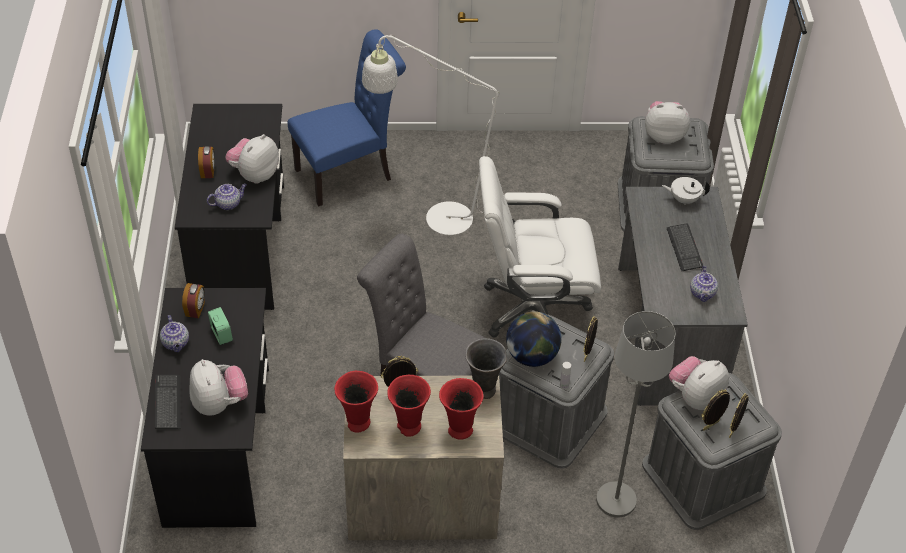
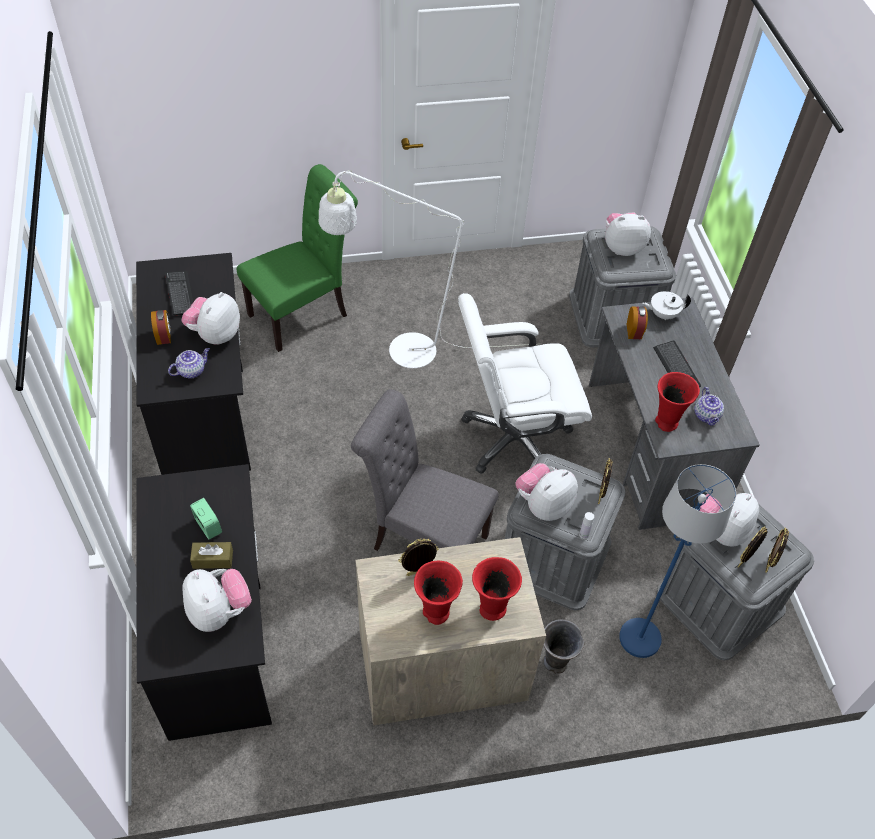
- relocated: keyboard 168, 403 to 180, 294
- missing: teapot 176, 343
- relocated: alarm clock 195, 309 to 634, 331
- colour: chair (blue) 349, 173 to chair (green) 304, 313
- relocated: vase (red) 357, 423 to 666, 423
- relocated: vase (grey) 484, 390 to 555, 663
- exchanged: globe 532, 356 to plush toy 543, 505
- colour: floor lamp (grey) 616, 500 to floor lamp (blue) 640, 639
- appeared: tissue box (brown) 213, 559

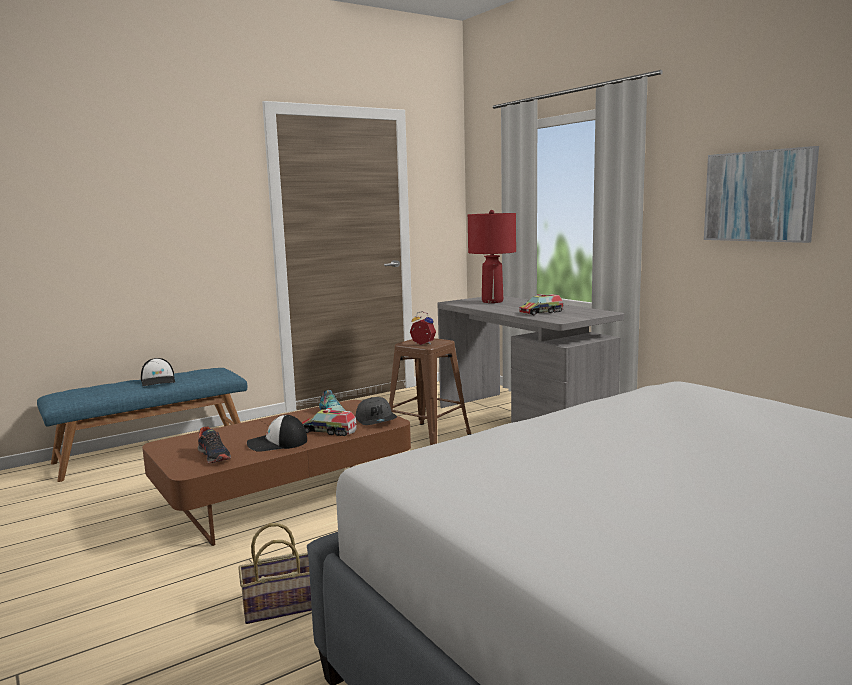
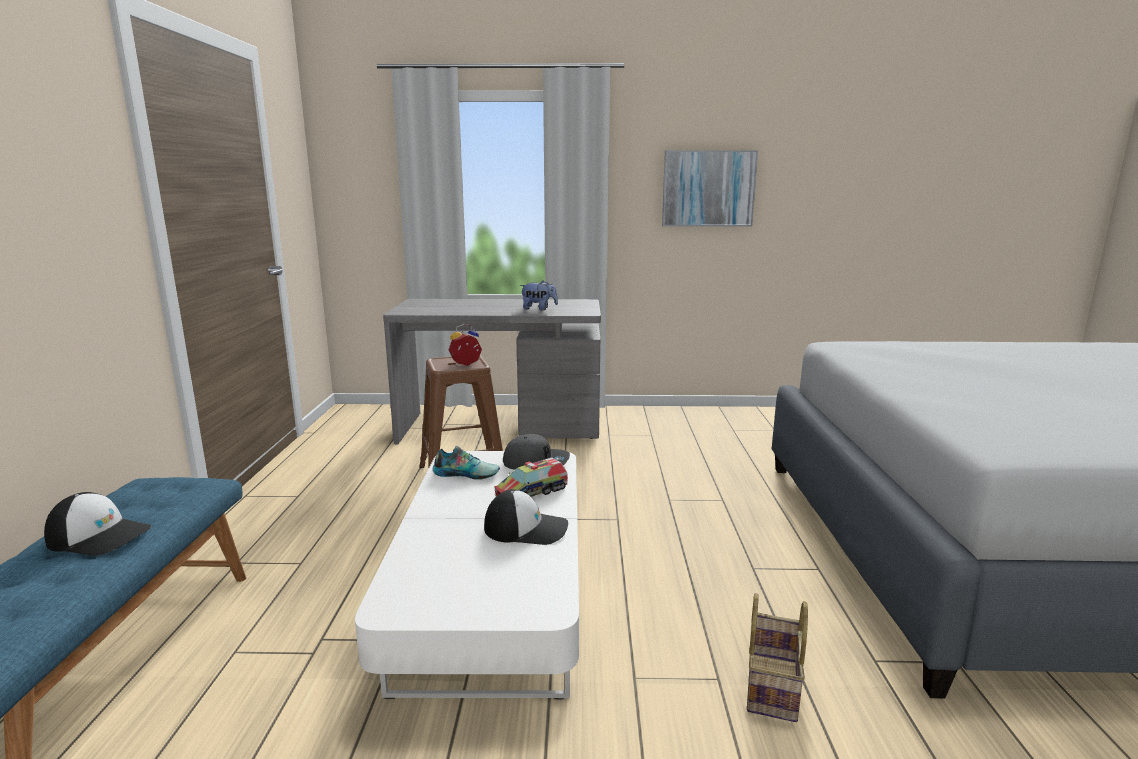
- colour: coffee table (brown) 285, 497 to coffee table (white) 493, 603
- missing: shoe 214, 456
- spun: cap 277, 443 = 526, 528 105 degrees counterclockwise
- missing: table lamp (red) 492, 301
- exchanged: toy truck 541, 312 to plush toy 539, 309

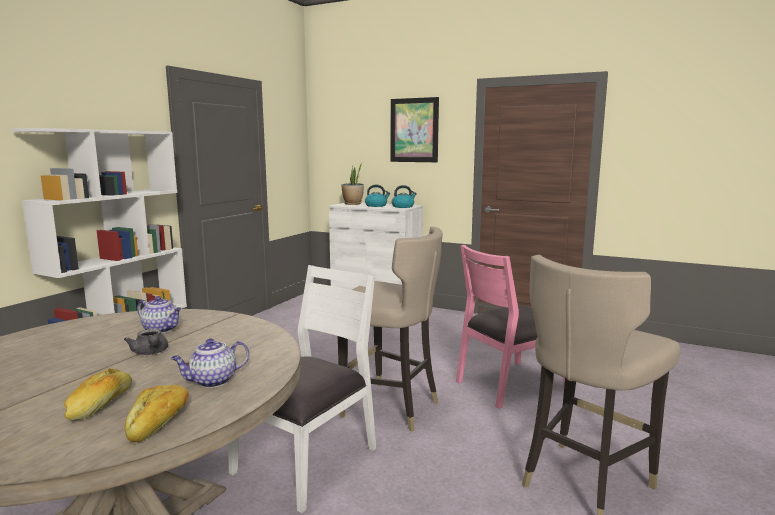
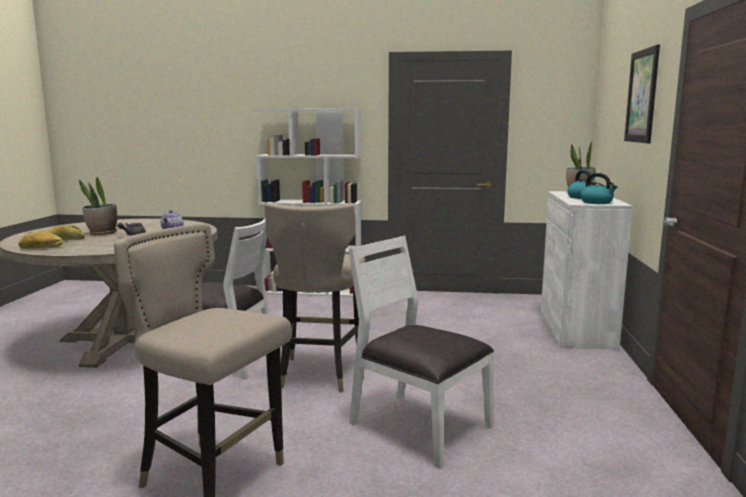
- missing: teapot 212, 381
- colour: chair (pink) 510, 384 to chair (white) 418, 426
- appeared: potted plant 102, 233

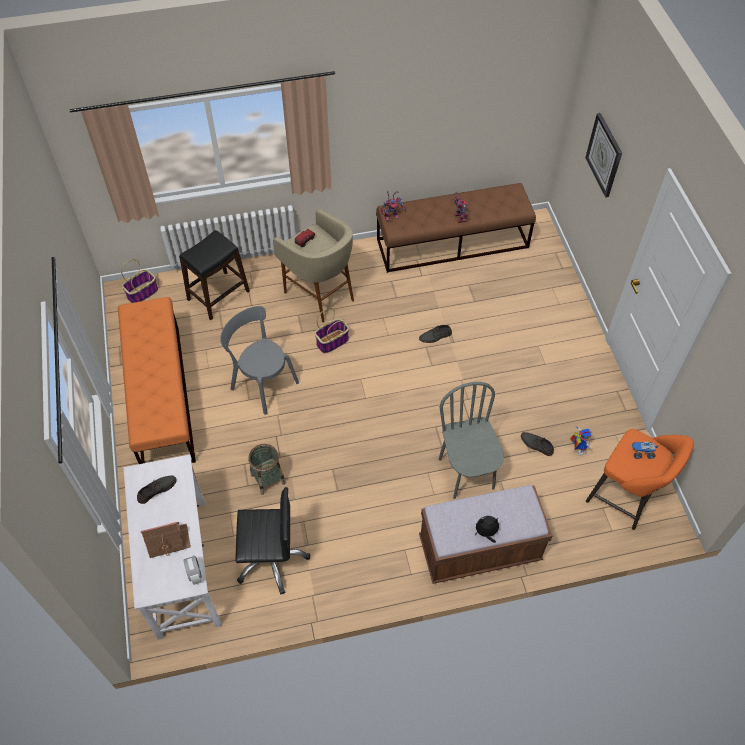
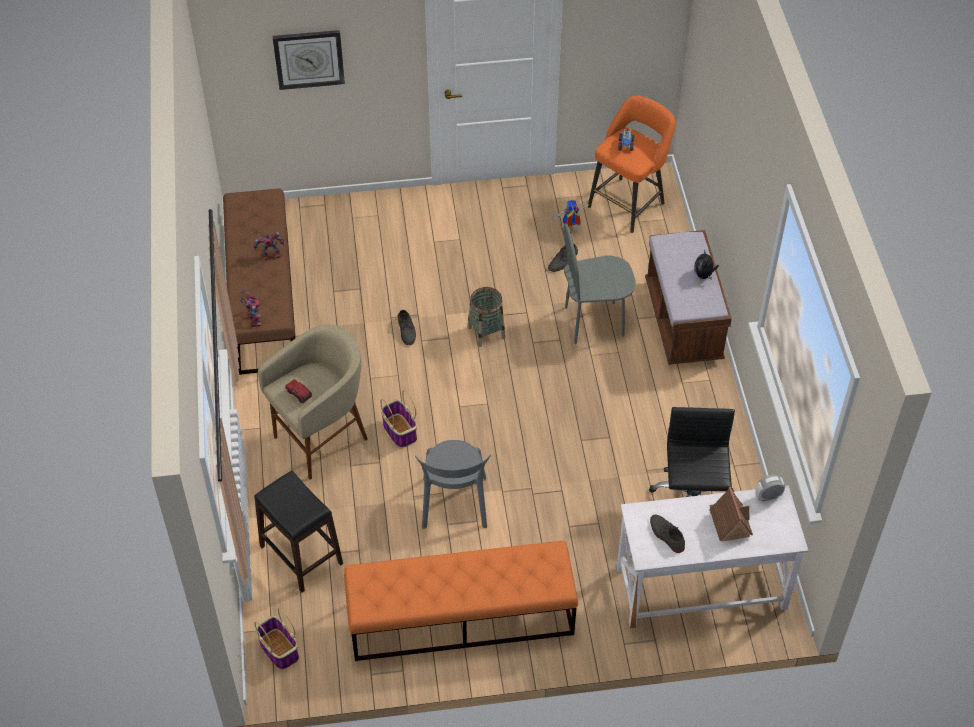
- spun: chair (grey) 262, 383 = 454, 506 45 degrees counterclockwise
- relocated: basket 268, 479 to 486, 332

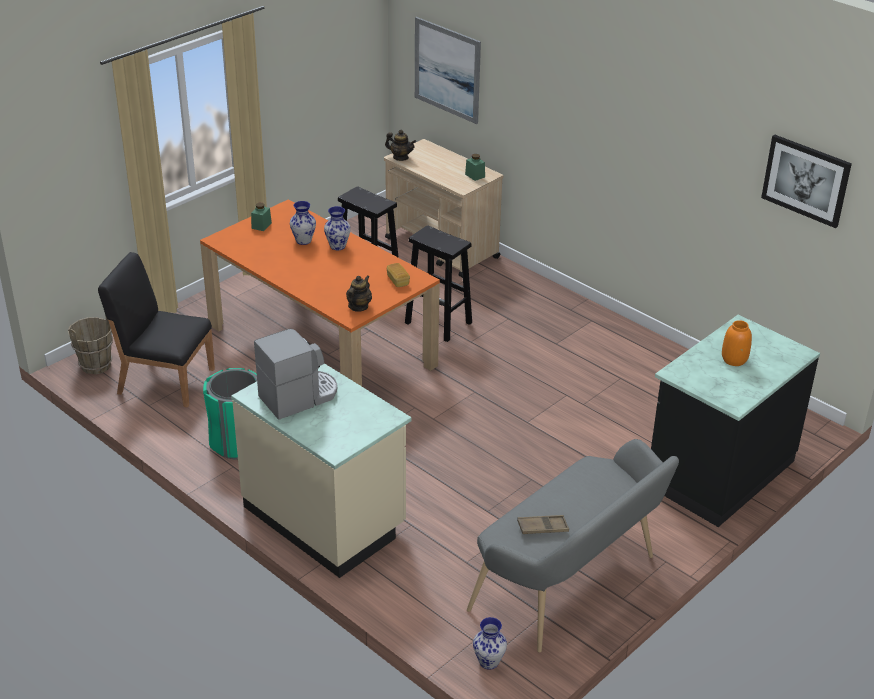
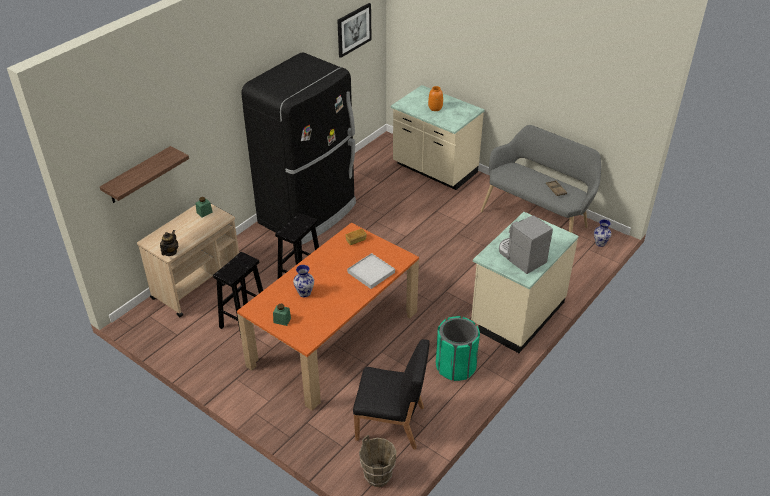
- spun: chair (black) 165, 380 = 391, 423 90 degrees counterclockwise
- missing: vase 338, 246
- missing: teapot 358, 307
- exchanged: picture 447, 70 to shelf 138, 175
- colour: counter (black) 719, 472 to counter (beige) 434, 170
- appeared: fridge (black) 309, 214
- appeared: tray (white) 371, 272

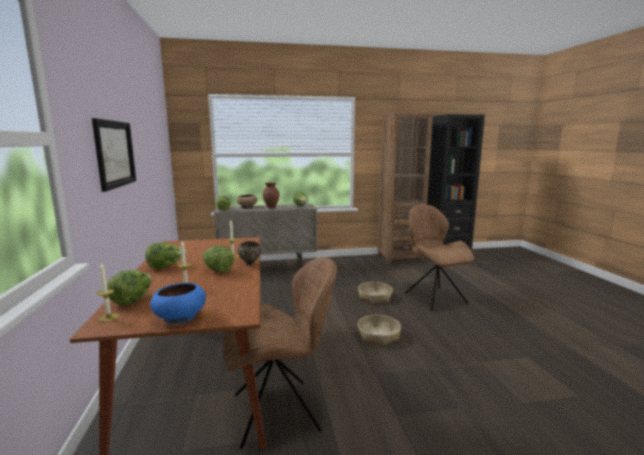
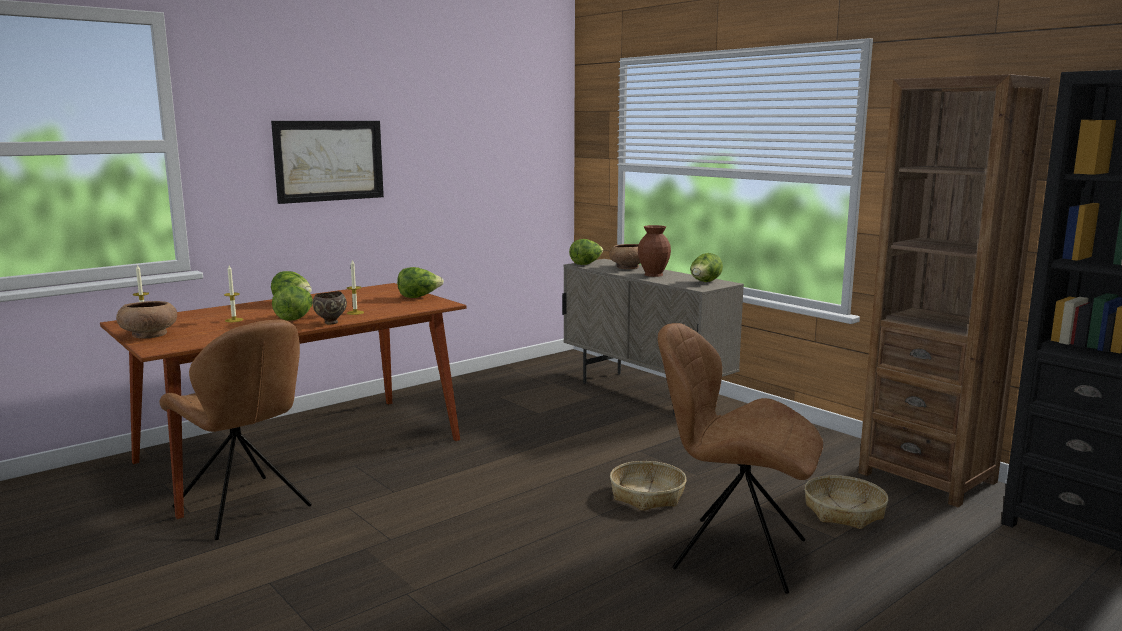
- relocated: lettuce 132, 300 to 419, 297
- colour: bowl (blue) 179, 317 to bowl (brown) 149, 335
- relocated: basket 378, 335 to 844, 512
- spun: chair (brown) 434, 297 = 734, 553 105 degrees counterclockwise

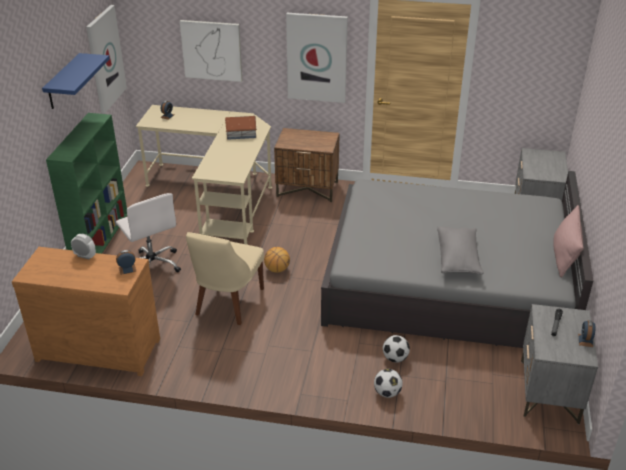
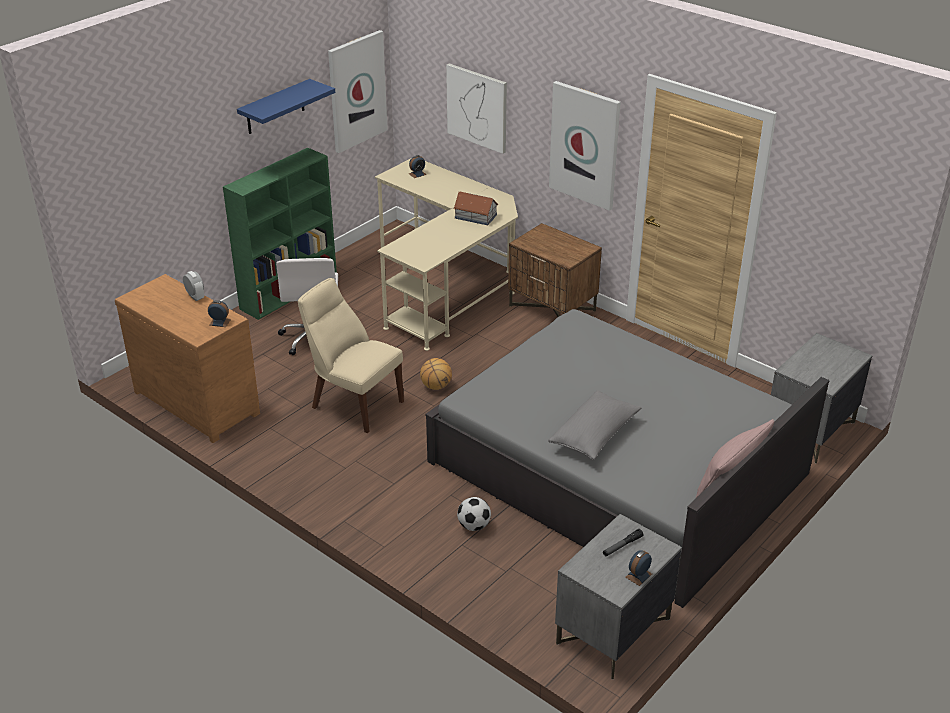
- spun: chair (beige) 228, 303 = 354, 403 75 degrees clockwise
- missing: football 387, 393

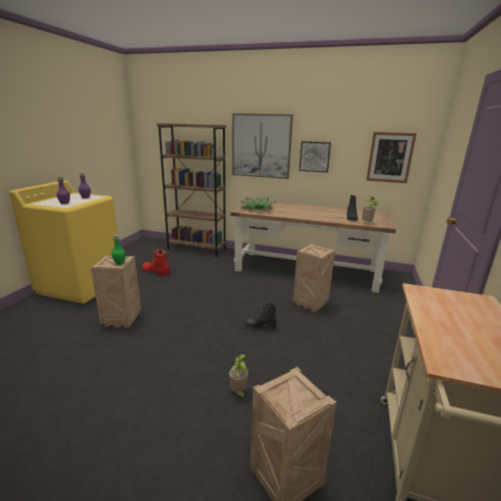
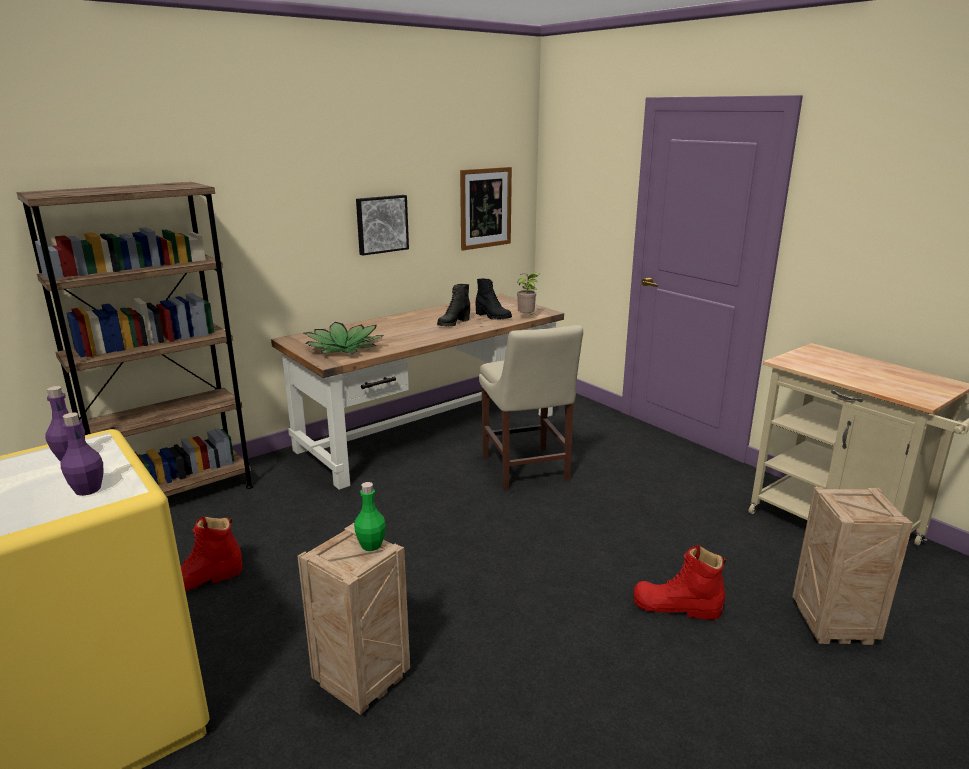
- exchanged: potted plant 238, 393 to boot (red) 676, 606
- missing: picture 261, 146
- relocated: boot (black) 260, 326 to 453, 323
- exchanged: crate 309, 304 to chair (beige) 526, 470

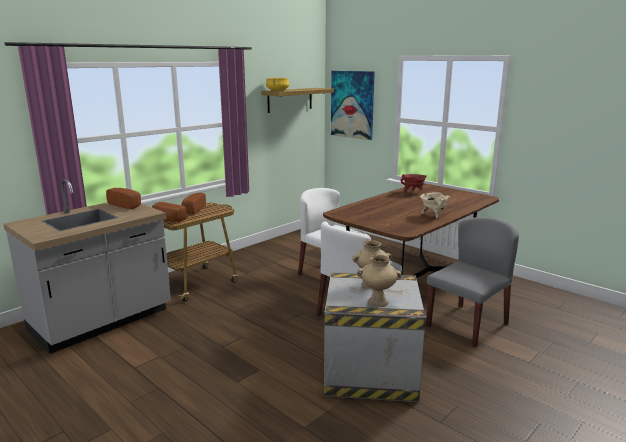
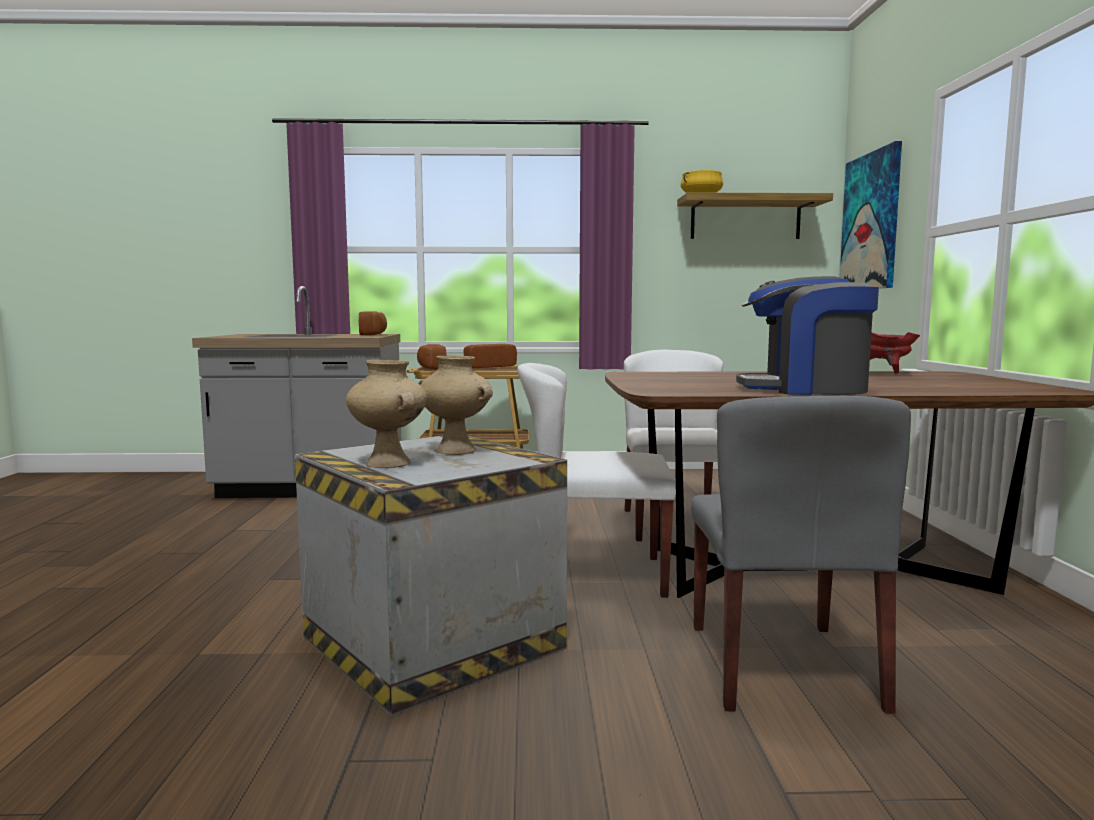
- exchanged: cooking pot (beige) 433, 215 to coffee machine 804, 389
- spun: chair (grey) 467, 324 = 782, 666 90 degrees clockwise

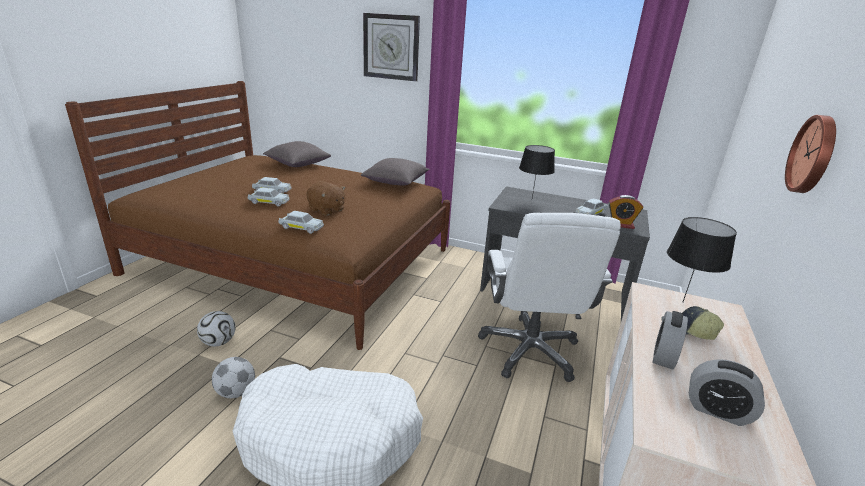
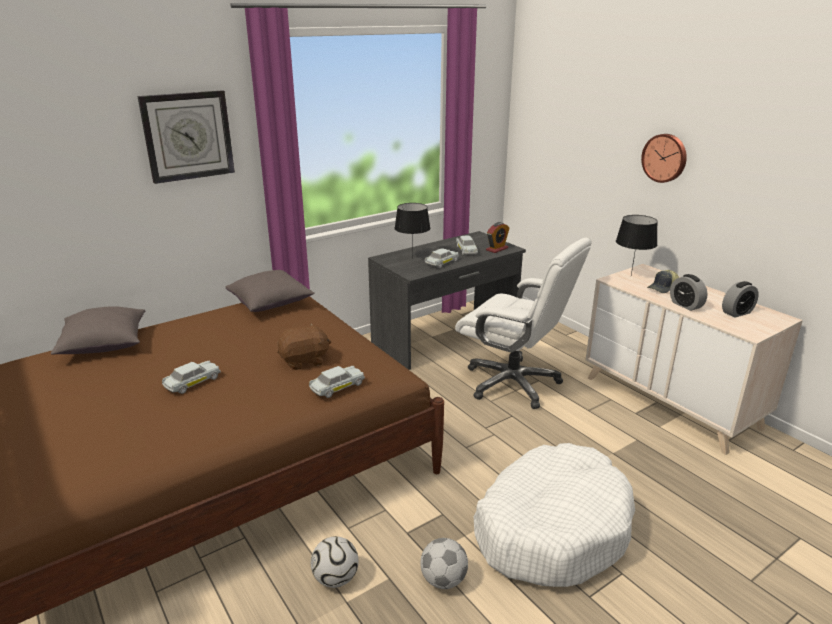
- relocated: toy car (white) 269, 202 to 441, 263

